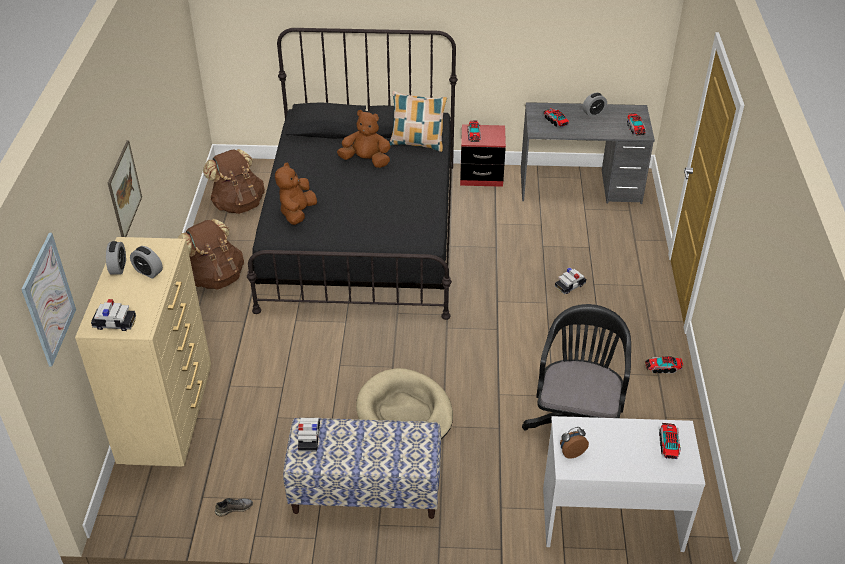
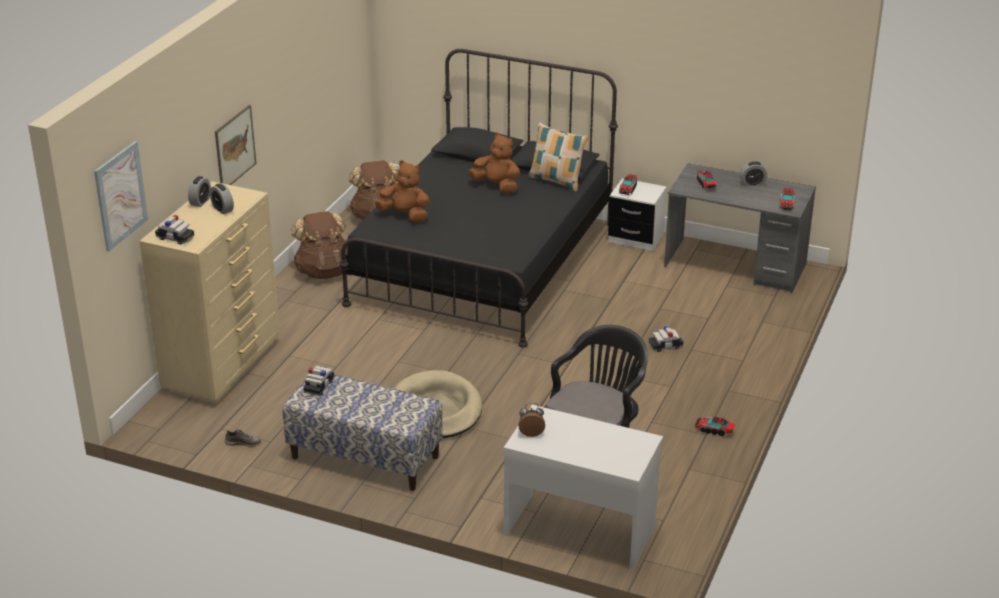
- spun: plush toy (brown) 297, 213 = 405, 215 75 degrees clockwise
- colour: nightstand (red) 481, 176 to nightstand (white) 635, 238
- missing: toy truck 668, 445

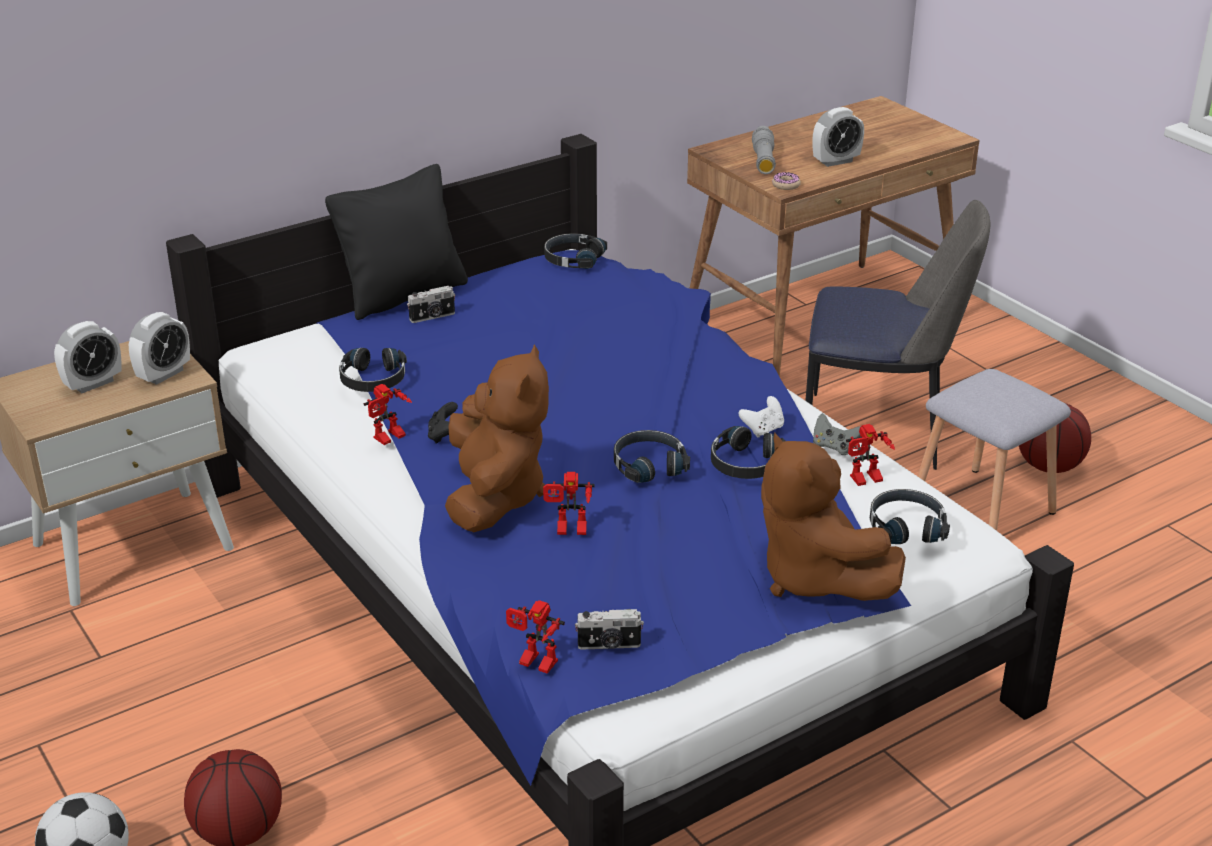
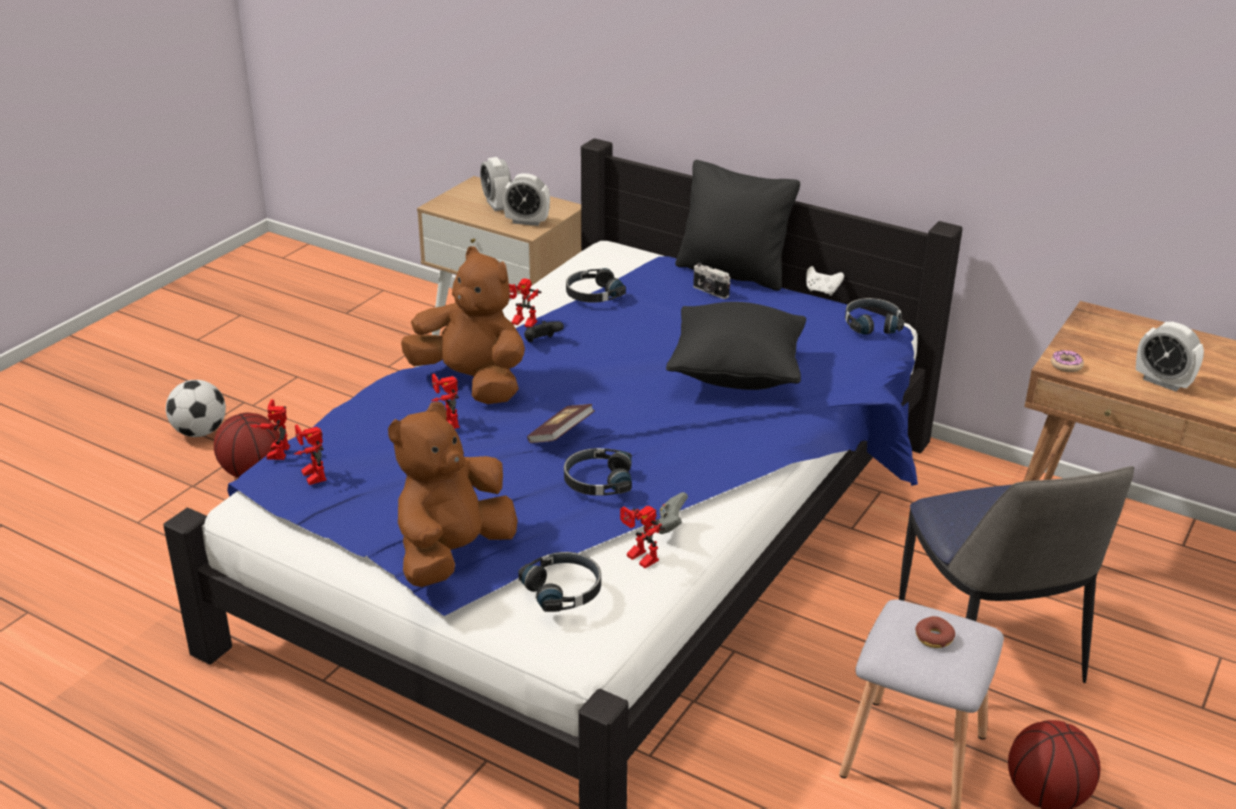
- spun: alarm clock 93, 383 = 496, 205 45 degrees clockwise
- spun: plush toy (brown) 495, 496 = 472, 382 120 degrees counterclockwise
- exchanged: photo camera 609, 645 to toy robot 309, 476
- exchanged: headphones (black) 648, 465 to book 561, 435
- relocated: game controller (white) 763, 430 to 822, 291
- missing: flashlight (grey) 763, 160
- appeared: pillow (black) 736, 374
- appeared: donut 934, 637

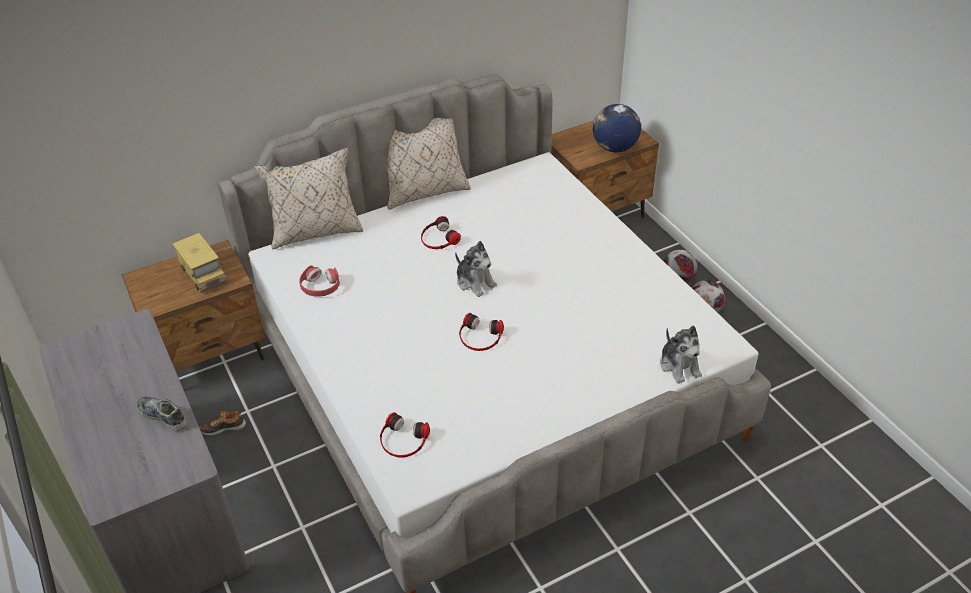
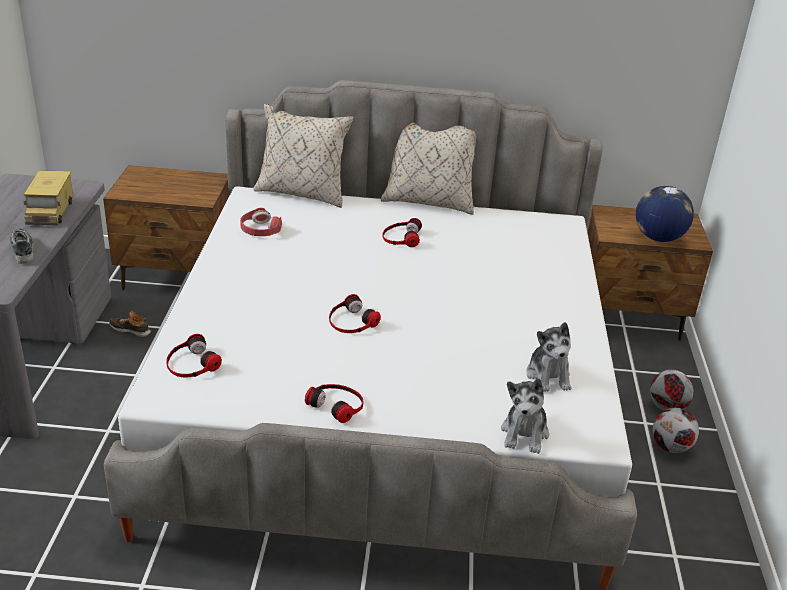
- relocated: toy truck 203, 273 to 51, 211
- relocated: plush toy 475, 282 to 548, 376
- appeared: headphones 337, 404

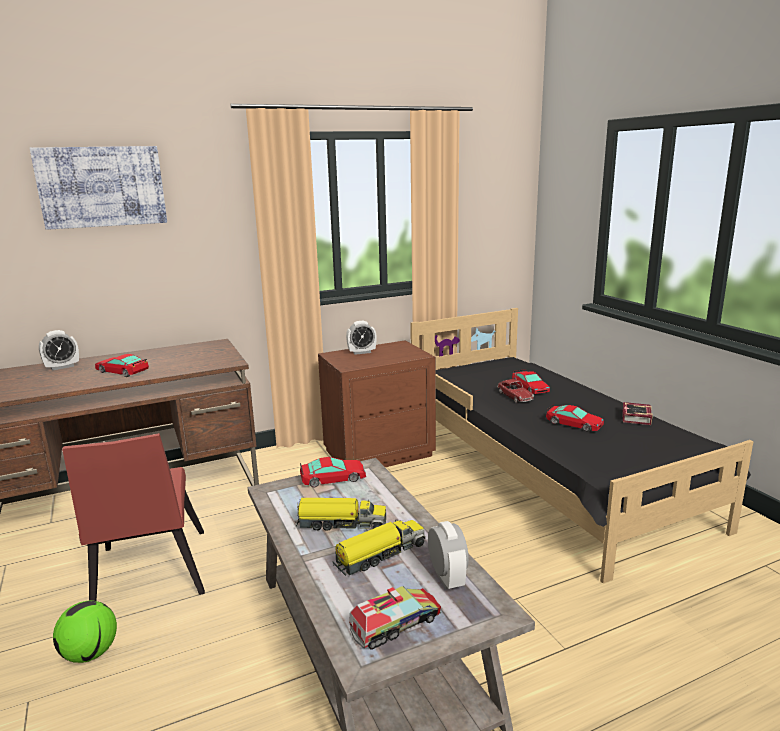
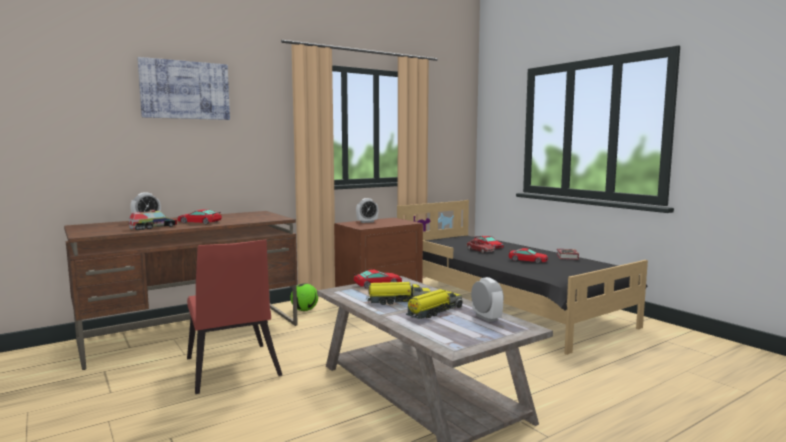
- relocated: football 90, 653 to 304, 310
- relocated: toy truck 396, 624 to 153, 227

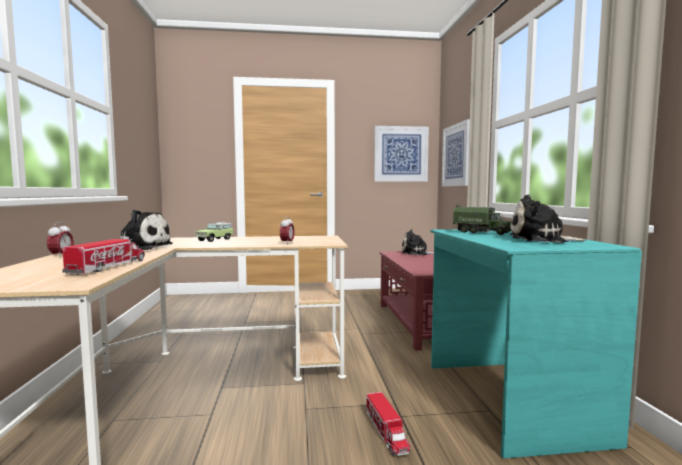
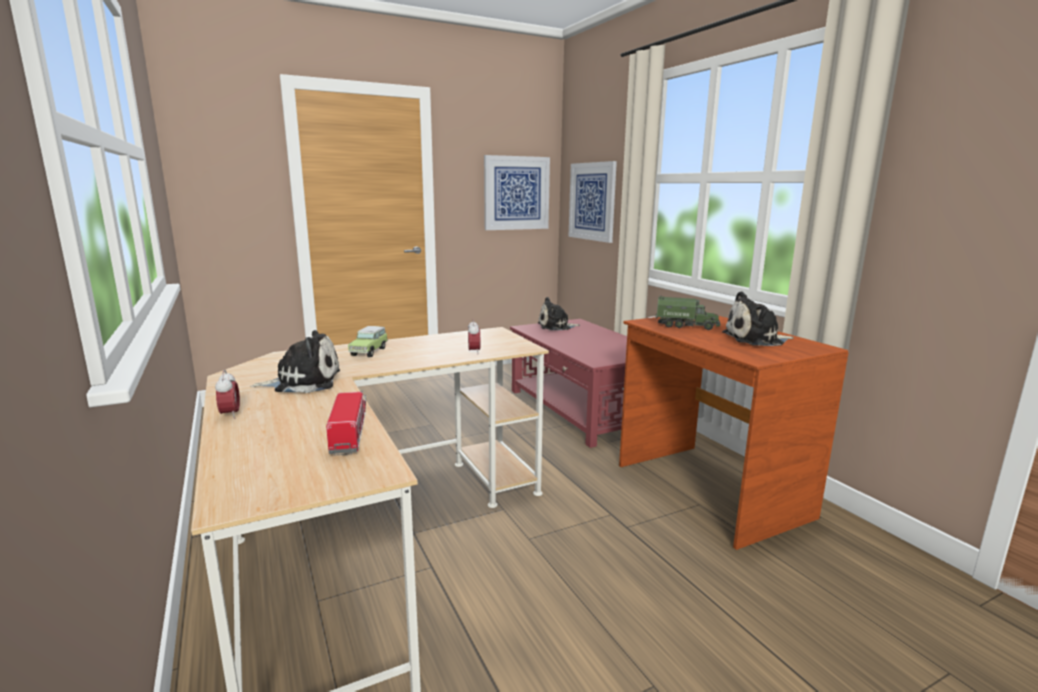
- missing: toy truck 386, 432
- colour: desk (turquoise) 508, 400 to desk (brown) 708, 490

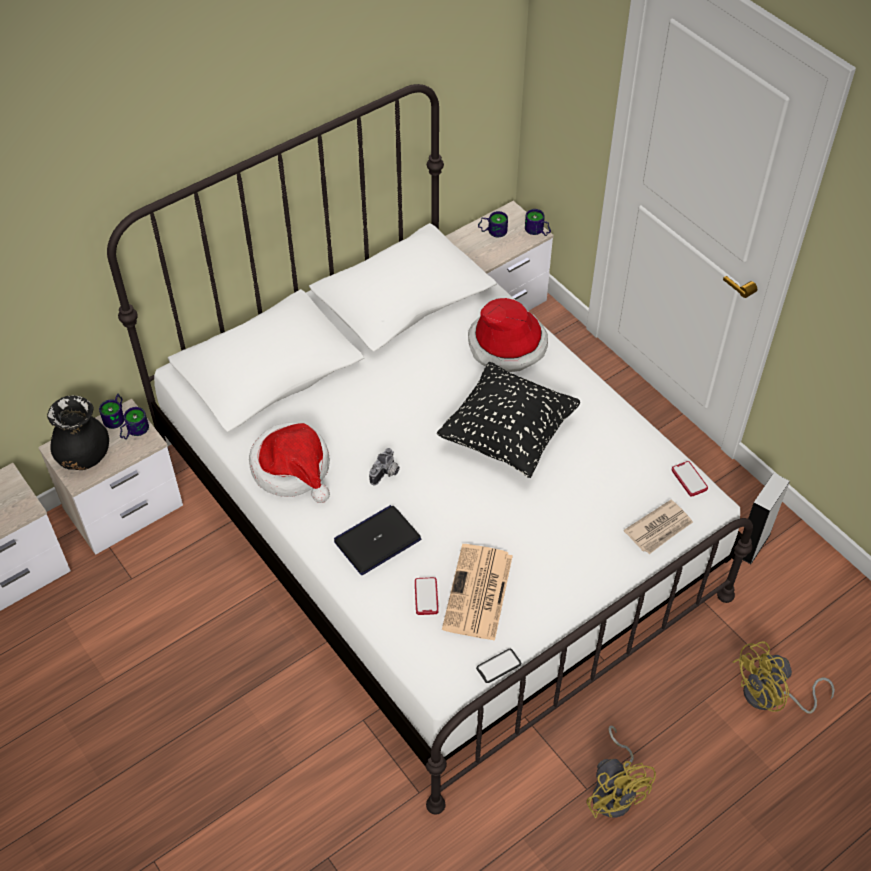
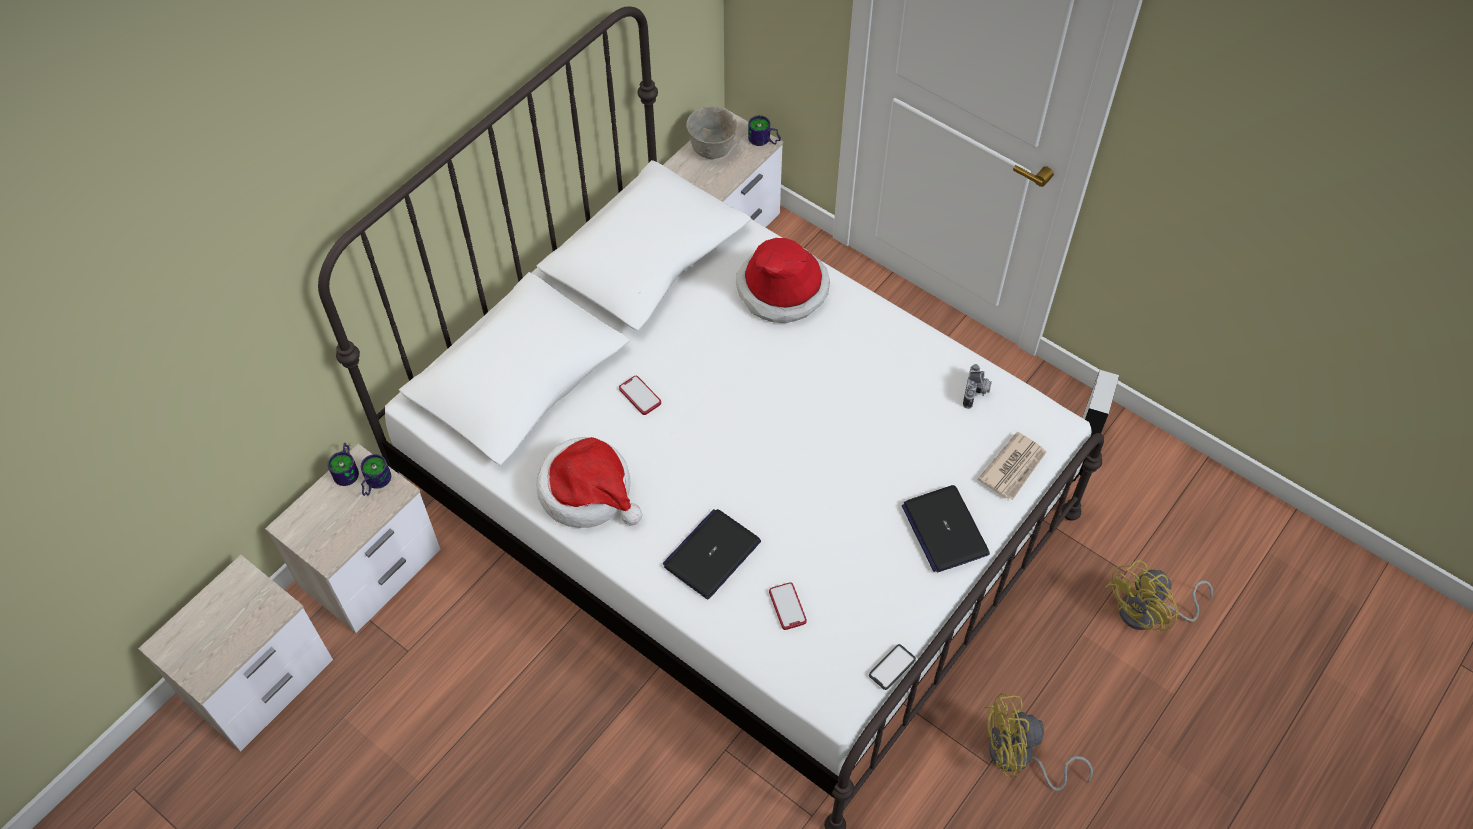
- missing: vase (black) 84, 457
- relocated: photo camera 386, 474 to 976, 393
- missing: pillow (black) 507, 436
- missing: newspaper 478, 594
- exchanged: mug 492, 230 to bowl (grey) 713, 149
- spun: fan (yellow) 615, 791 = 1019, 758 120 degrees clockwise
- relocated: phone 689, 479 to 640, 396
- appeared: laptop 944, 529

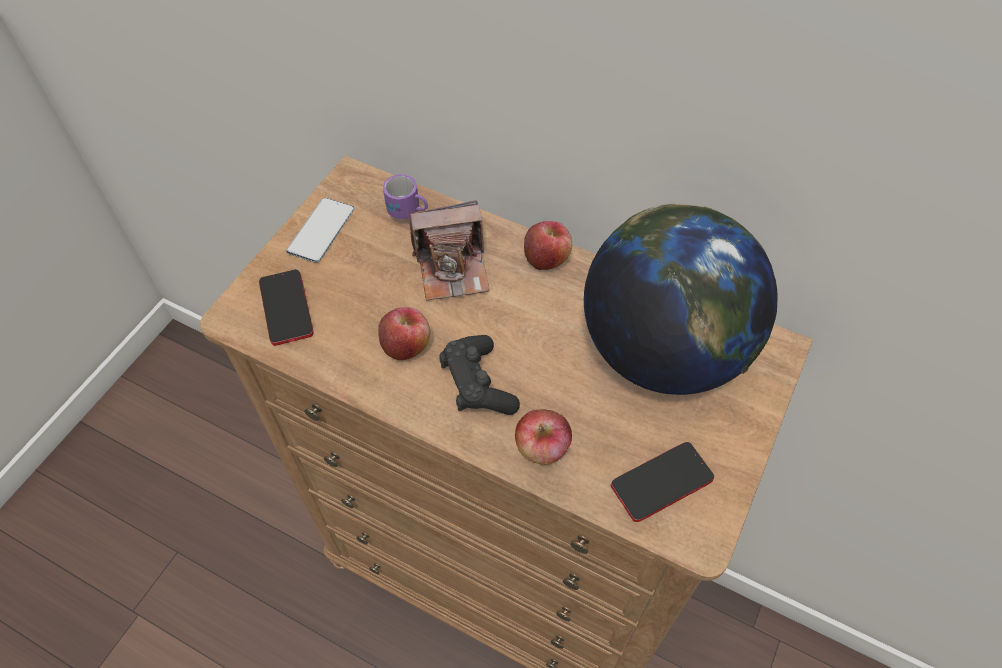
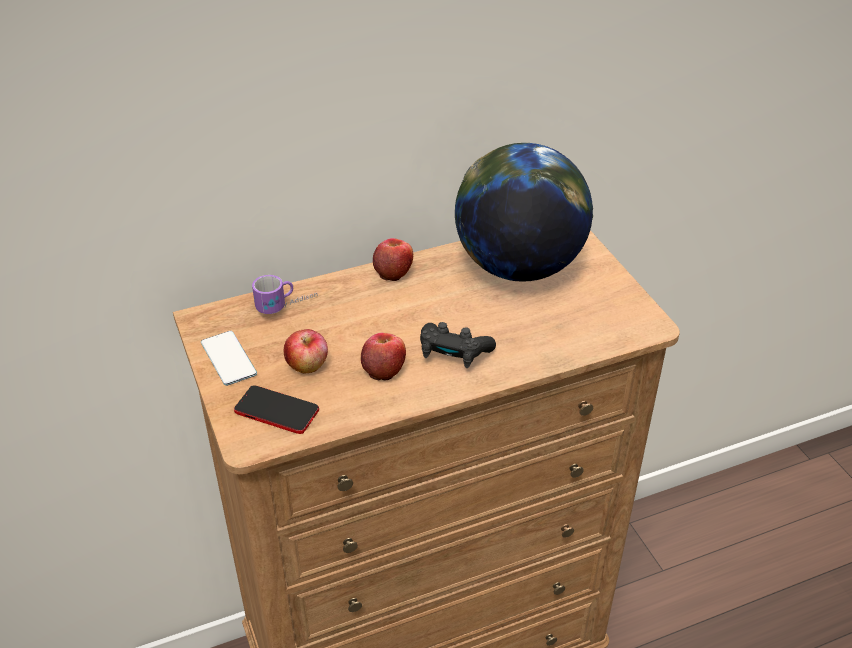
- missing: photo camera 452, 268
- relocated: apple 542, 448 to 307, 365
- missing: phone 662, 482

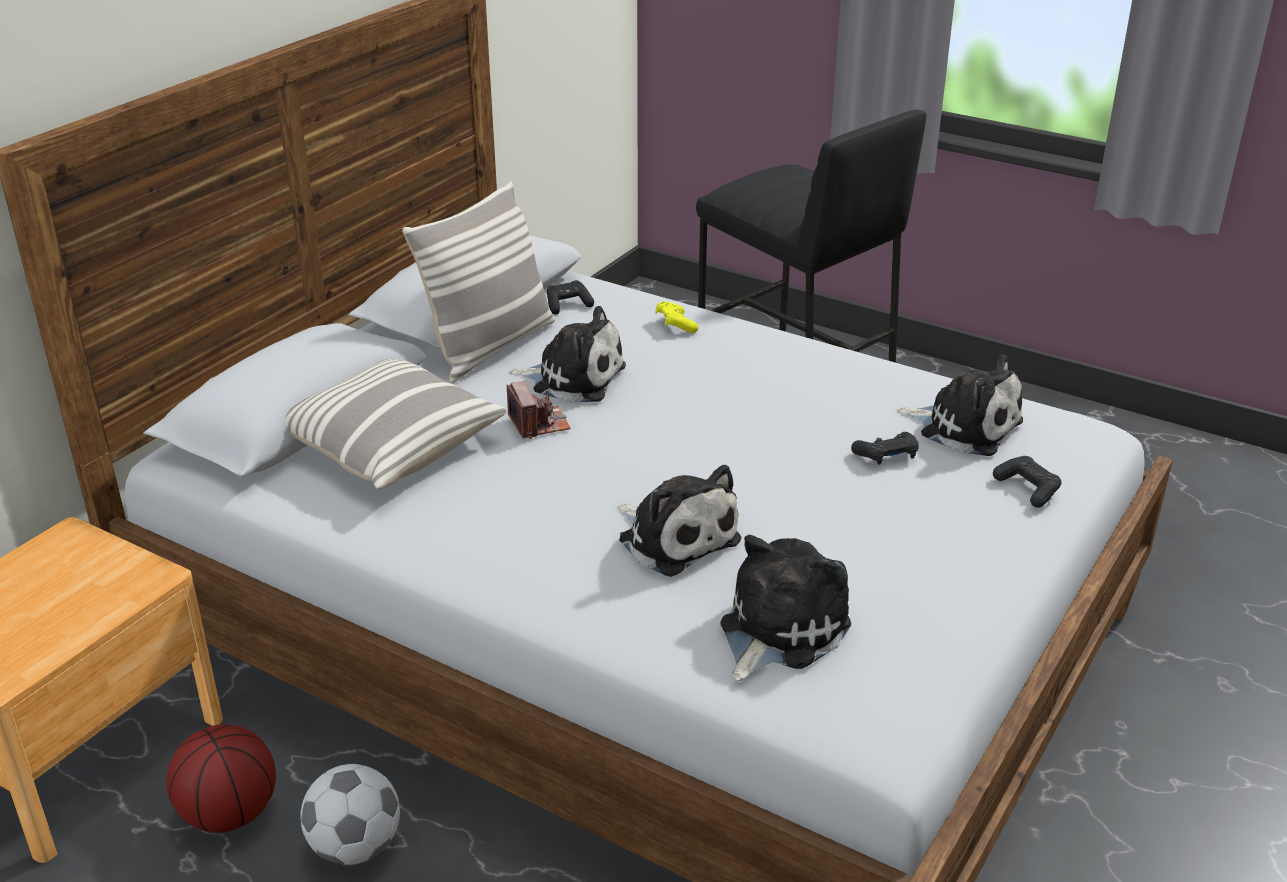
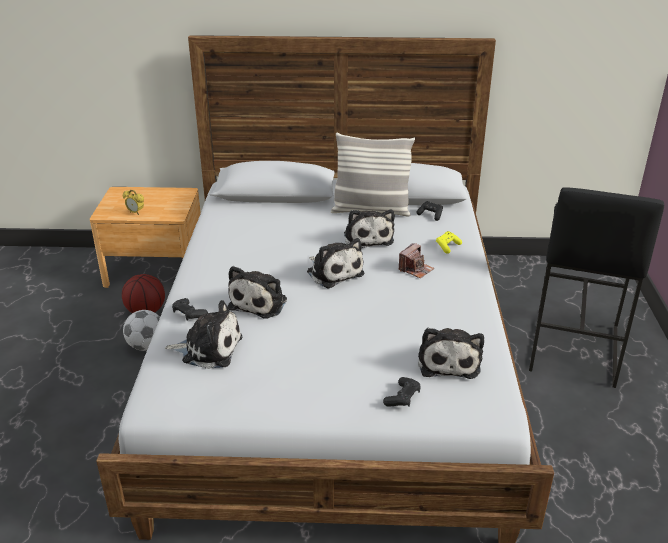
- missing: pillow 388, 446
- relocated: photo camera 539, 424 to 415, 269
- relocated: game controller (black) 886, 456 to 189, 314
- appeared: alarm clock 135, 213
- appeared: plush toy 333, 272

